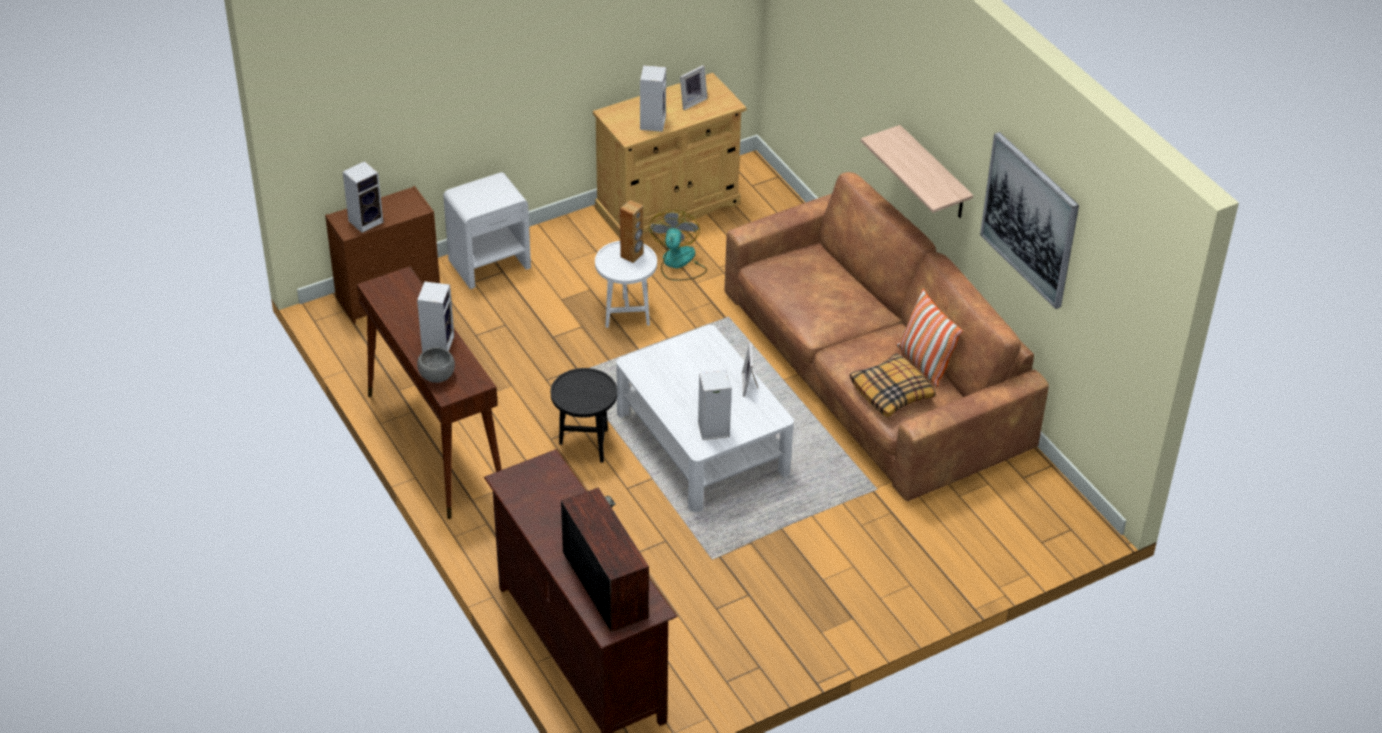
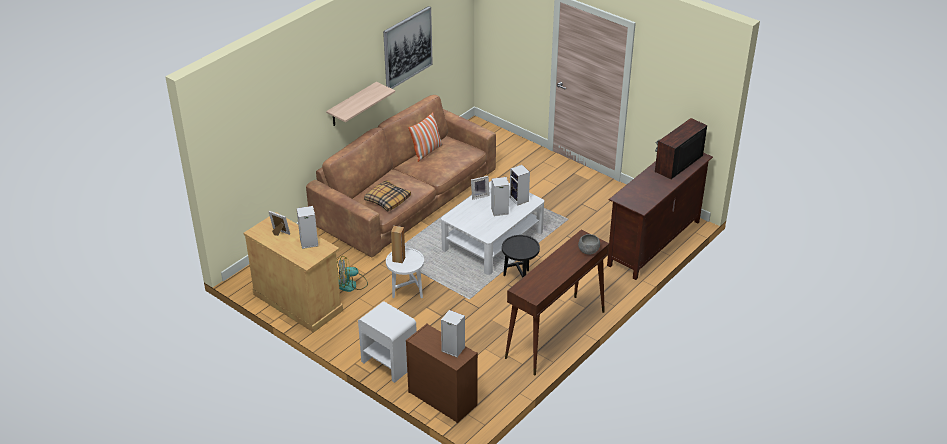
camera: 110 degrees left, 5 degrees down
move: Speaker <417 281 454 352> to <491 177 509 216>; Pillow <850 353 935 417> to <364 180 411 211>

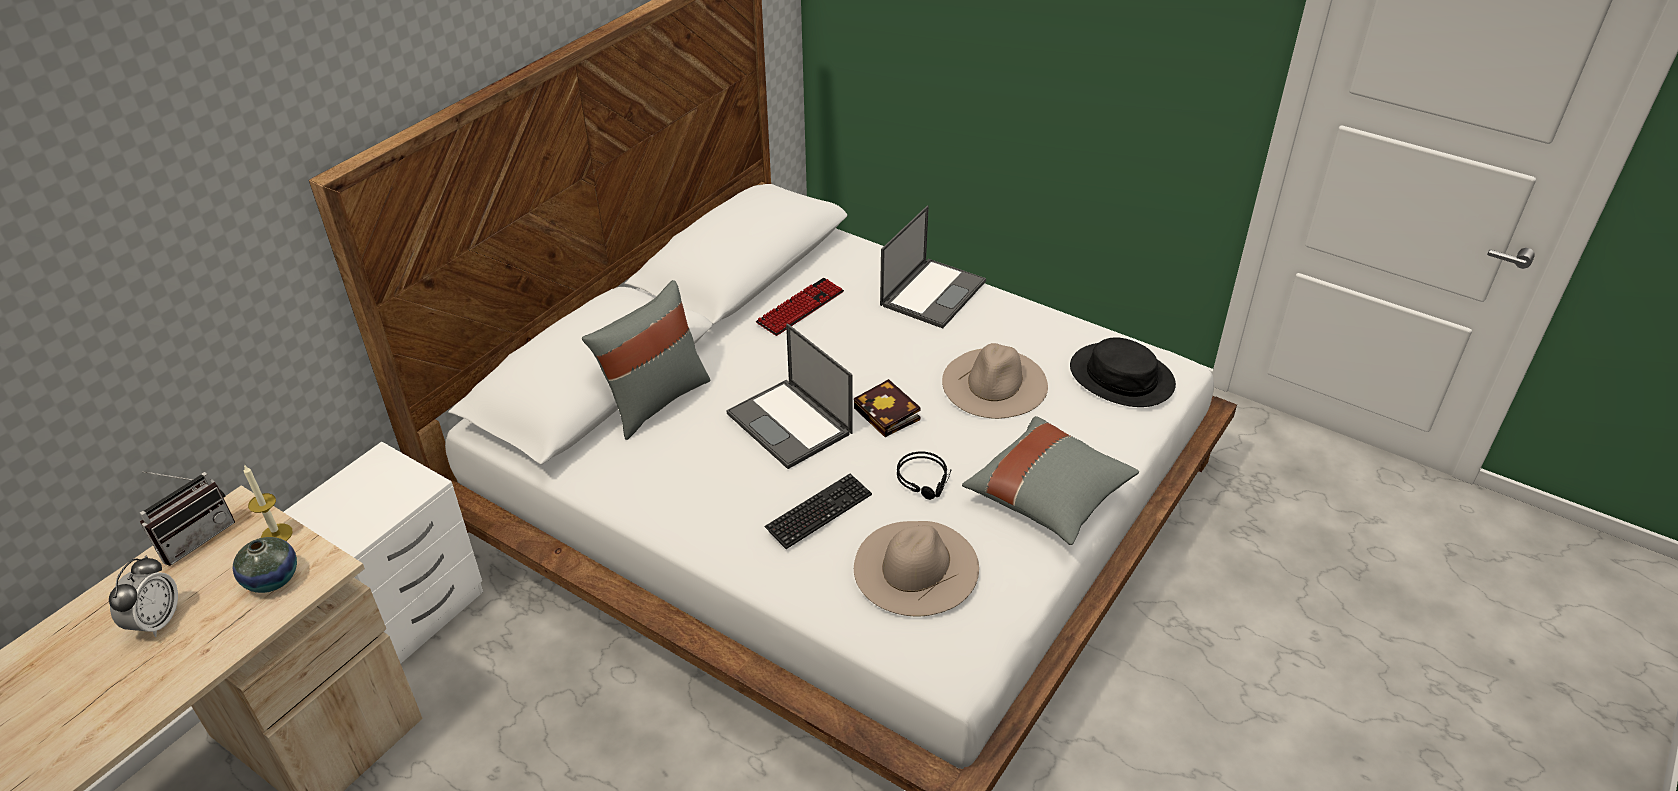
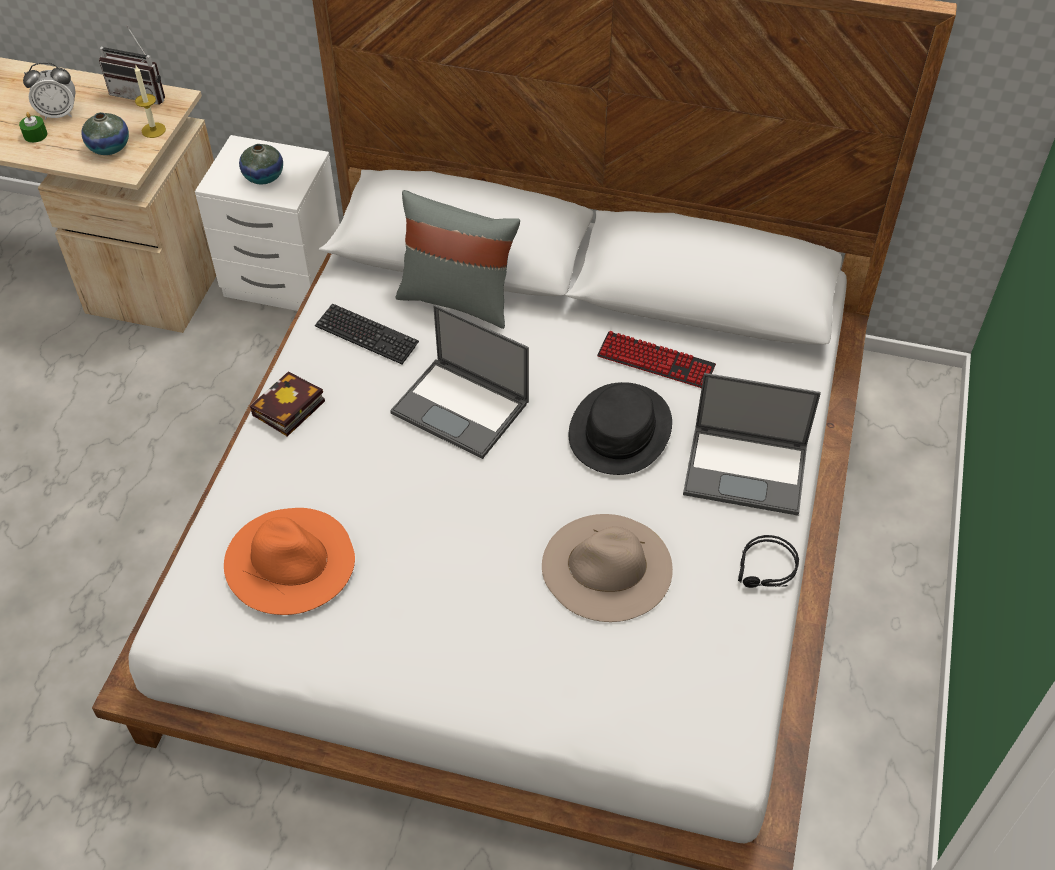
camera: 70 degrees right, 10 degrees up
delete: GreyPillow <962 416 1139 545>
insert: GreenCandle <19 112 47 143>; Vase <239 144 283 184>
move: Keyboard <764 474 872 549> to <315 303 419 364>; Book <854 379 921 437> to <250 372 325 437>; BlackHeadphones <897 451 952 500> to <738 535 799 588>; BlackHat <1070 337 1176 407> to <569 382 672 475>
recolor: BeigeHat <854 521 979 616> to OrangeHat <224 508 355 615>
rotate: Laptop <726 323 853 469> = <390 304 529 459> 90 degrees counterclockwise

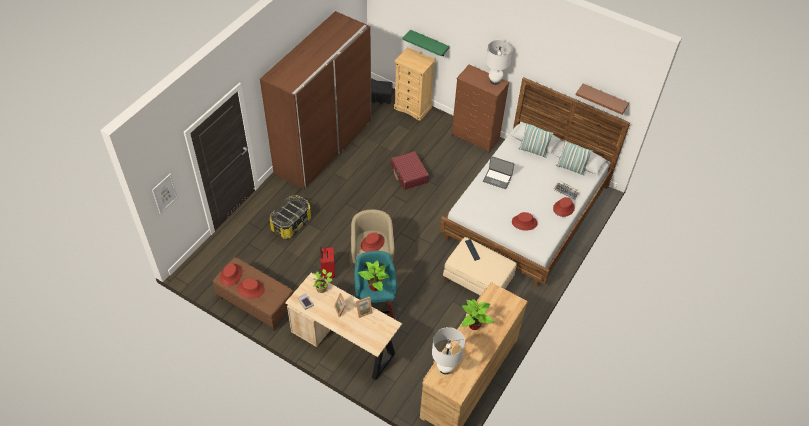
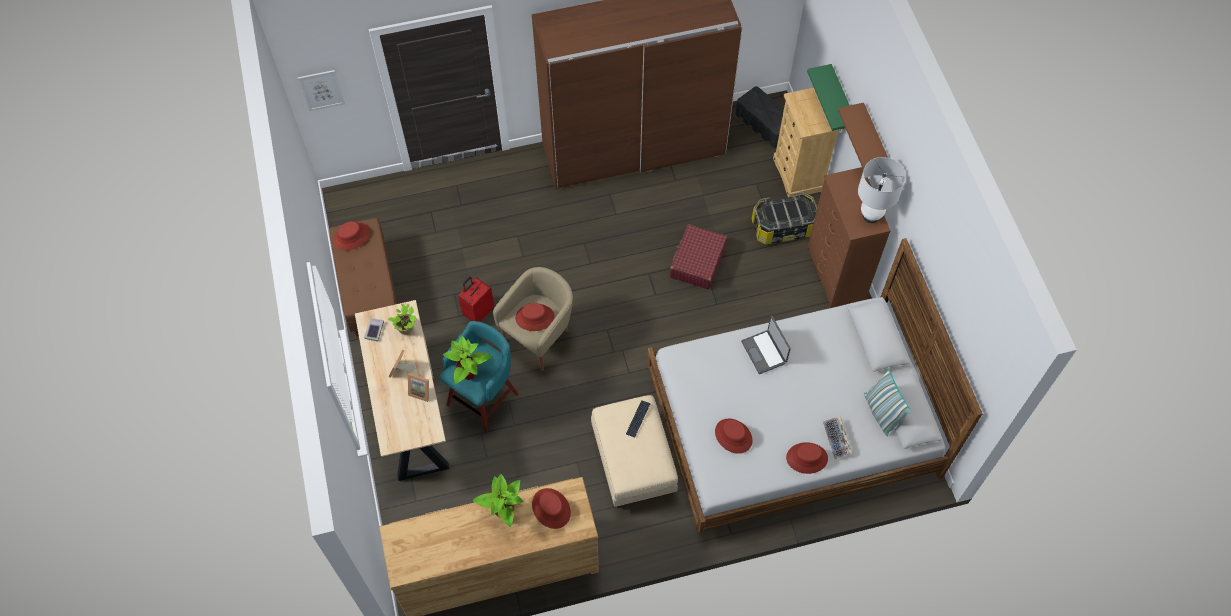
camera: 45 degrees right, 10 degrees up
delete: WhiteTableLamp <432 327 465 374>; Pillow <518 123 553 158>
move: RedHat <237 279 265 298> to <532 488 571 529>; StorageBox <270 195 311 239> to <751 192 817 245>; BrownShelf <575 84 629 115> to <838 103 888 170>

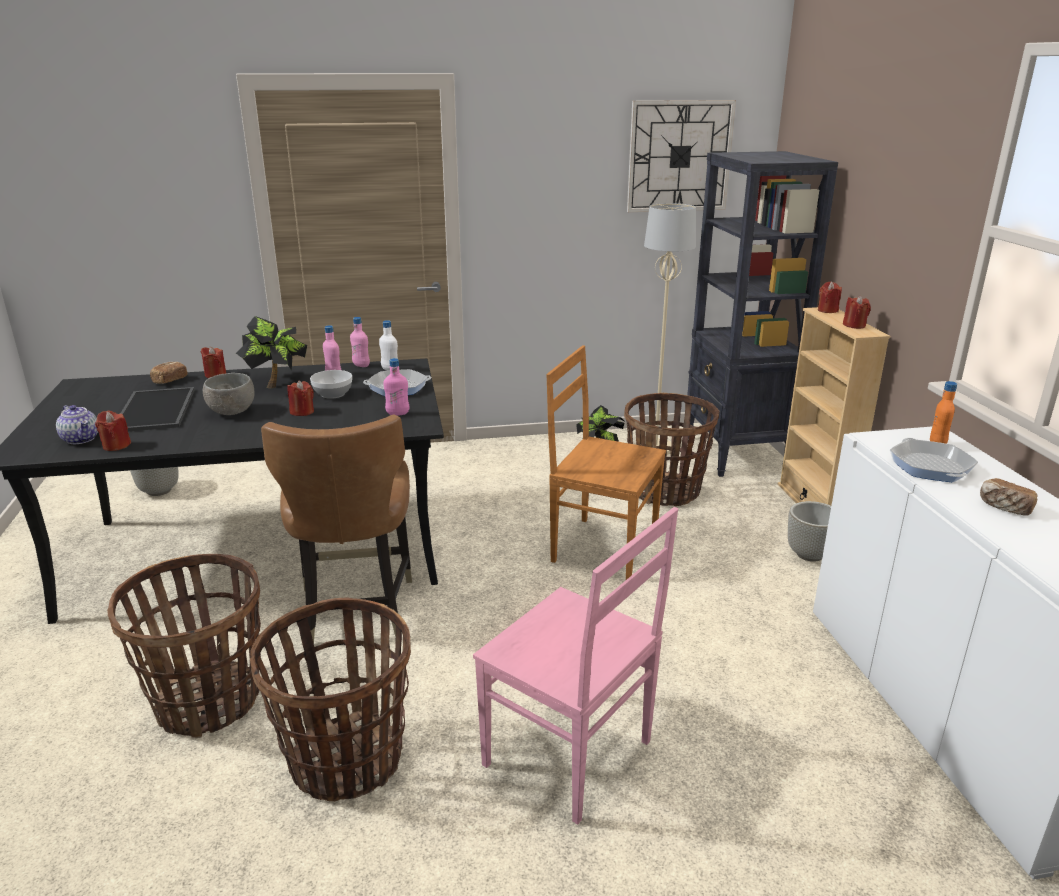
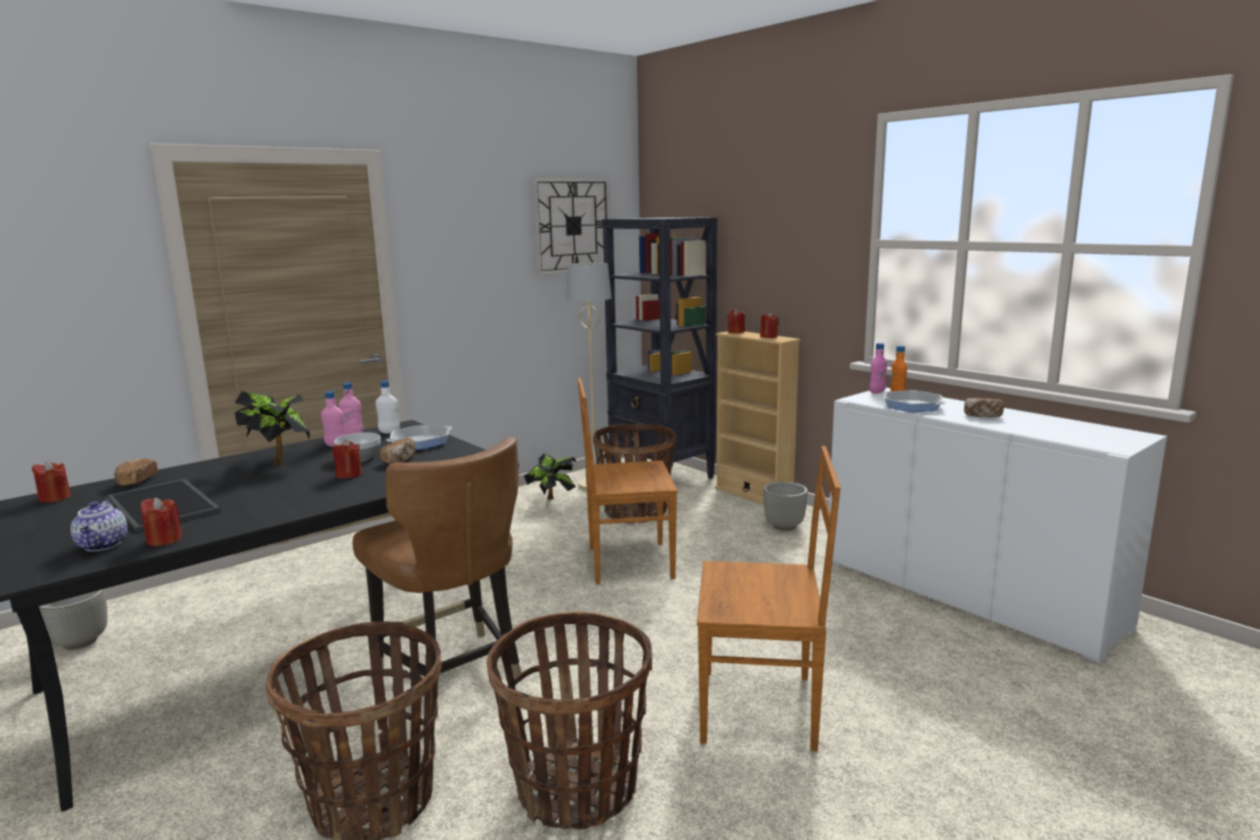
camera: 30 degrees left, 10 degrees down
delete: GreyBowl <202 373 254 415>
insert: Bread <380 438 416 464>
move: RedCandle <201 346 226 378> to <32 461 71 503>; PinkBottle <383 358 409 416> to <869 343 887 394>
recolor: PinkChair <473 507 678 825> to BrownChair <697 446 841 751>
rotate: Teapot <56 405 98 444> = <70 499 128 551> 60 degrees clockwise

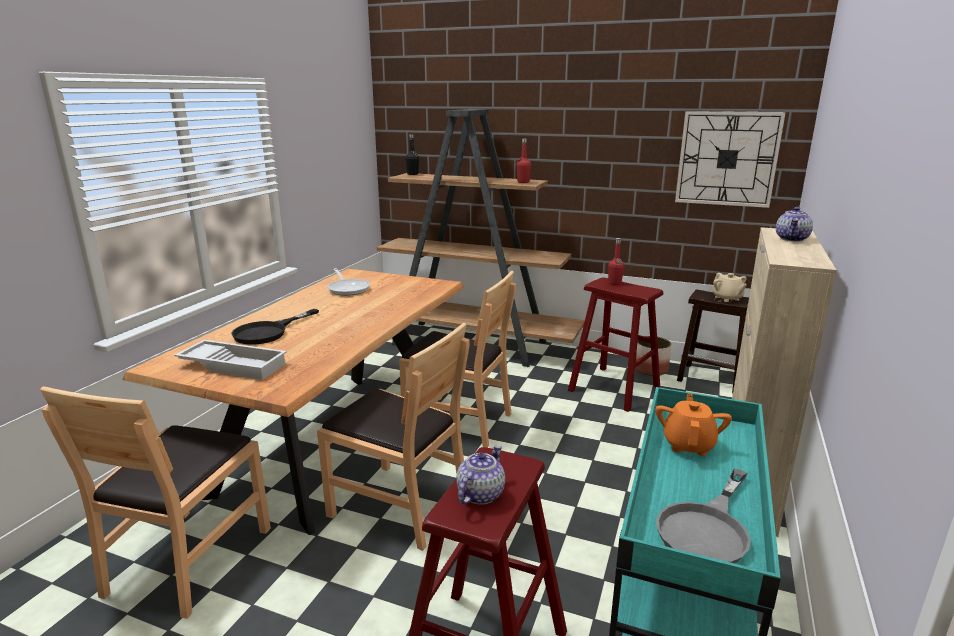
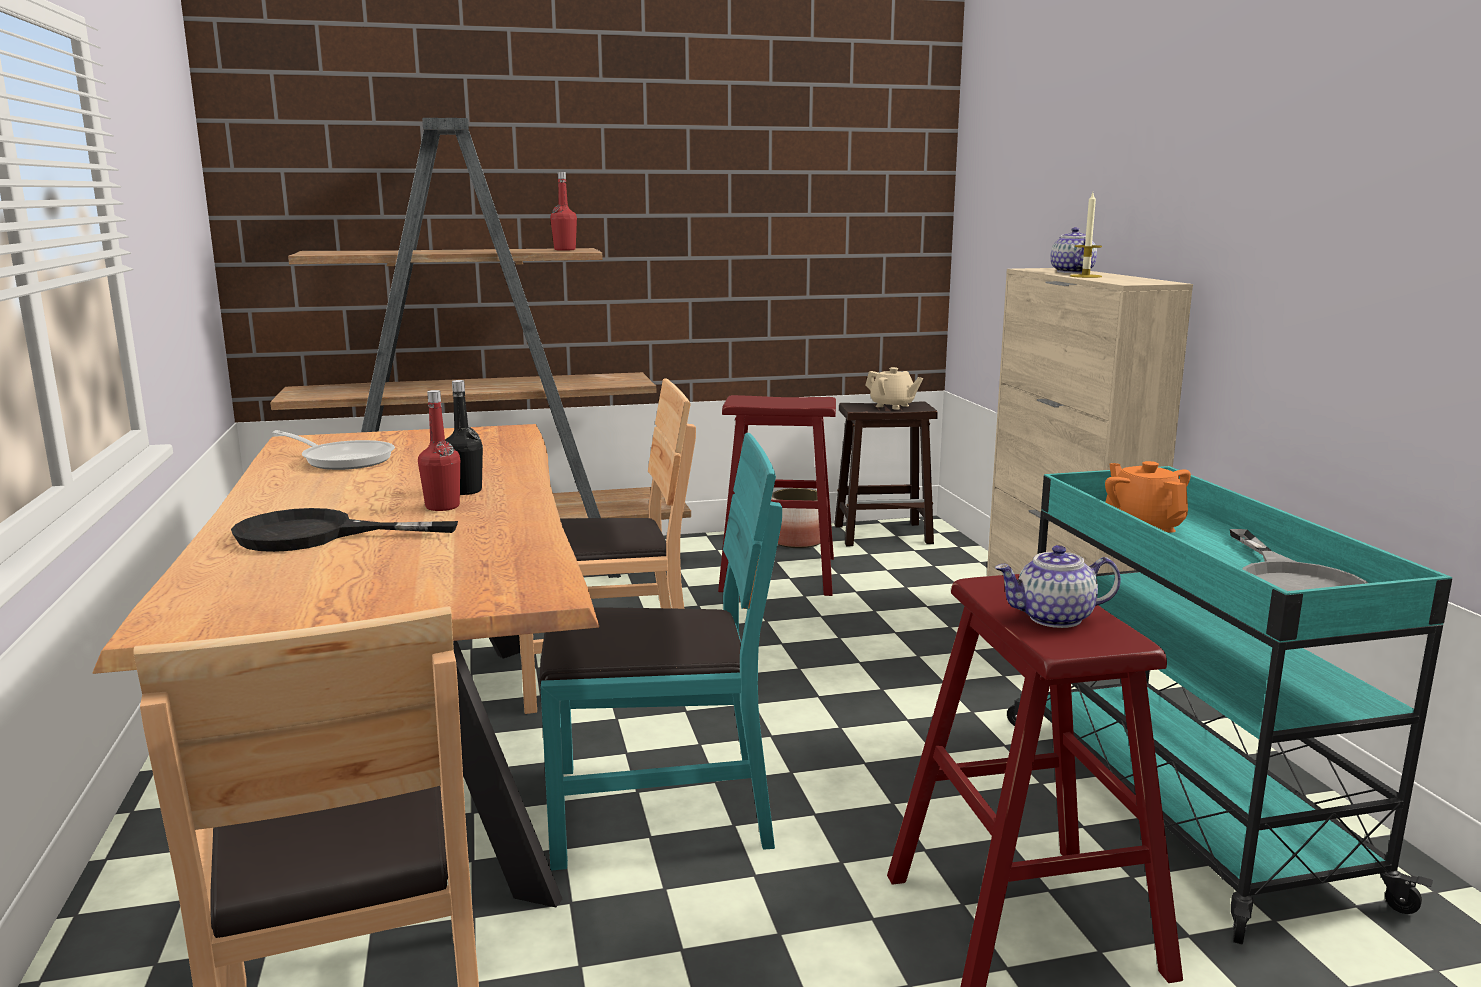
camera: 35 degrees left, 5 degrees down
delete: WhiteTray <175 340 287 380>; WallClock <675 111 786 208>
insert: Candle <1070 193 1102 278>
move: BlackBottle <405 134 419 175> to <445 380 483 495>; RedBottle <608 238 624 285> to <418 390 460 511>
recolor: BrownChair <317 323 470 551> to TurquoiseChair <539 433 782 871>
rotate: BlackFryingPan <231 309 319 345> = <231 508 458 552> 90 degrees clockwise; Teapot <456 445 505 505> = <995 545 1121 628> 90 degrees counterclockwise

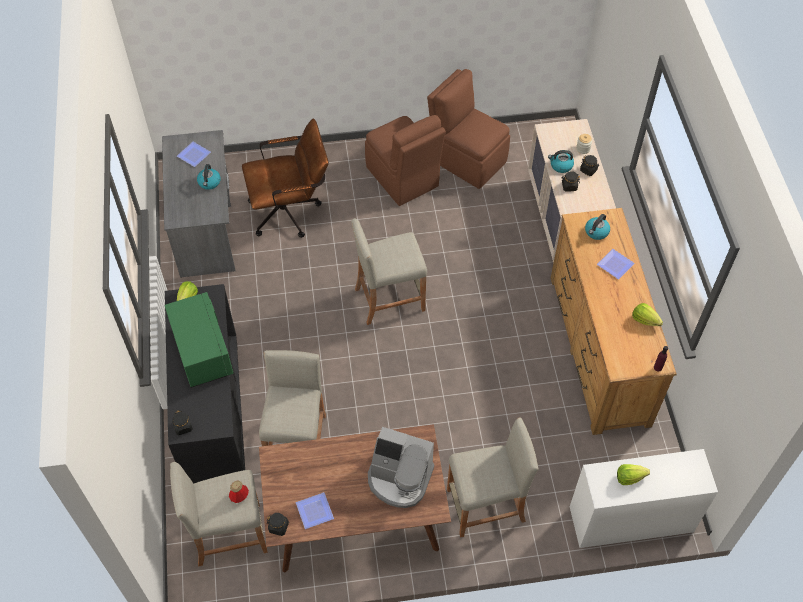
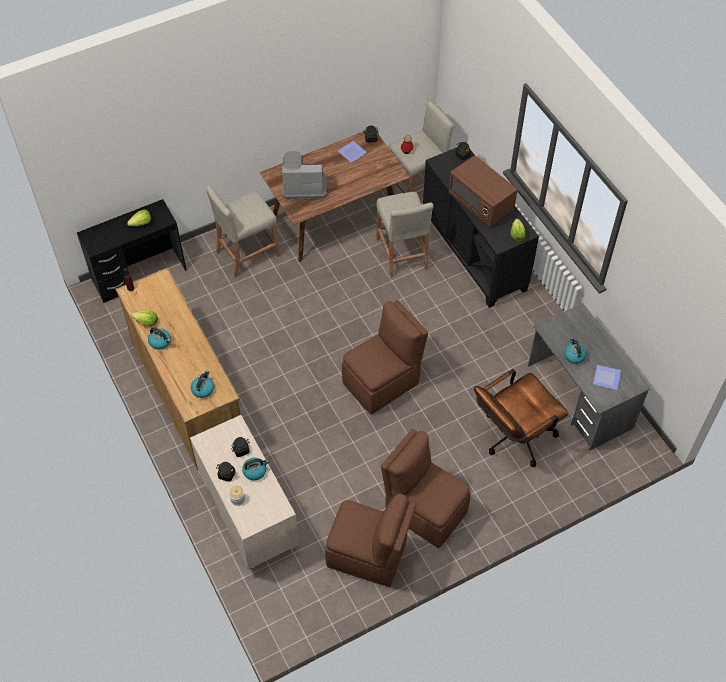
camera: 160 degrees right, 0 degrees up
delete: Plate <597 249 635 279>
insert: Kettle <148 327 171 350>
replace: BeigeStool <351 218 427 325> to BrownChair <342 300 428 415>
recolor: GreenMicrowave <165 292 233 388> to BrownMicrowave <449 155 518 227>; WhiteDesk <570 449 718 548> to BlackDesk <77 199 187 303>

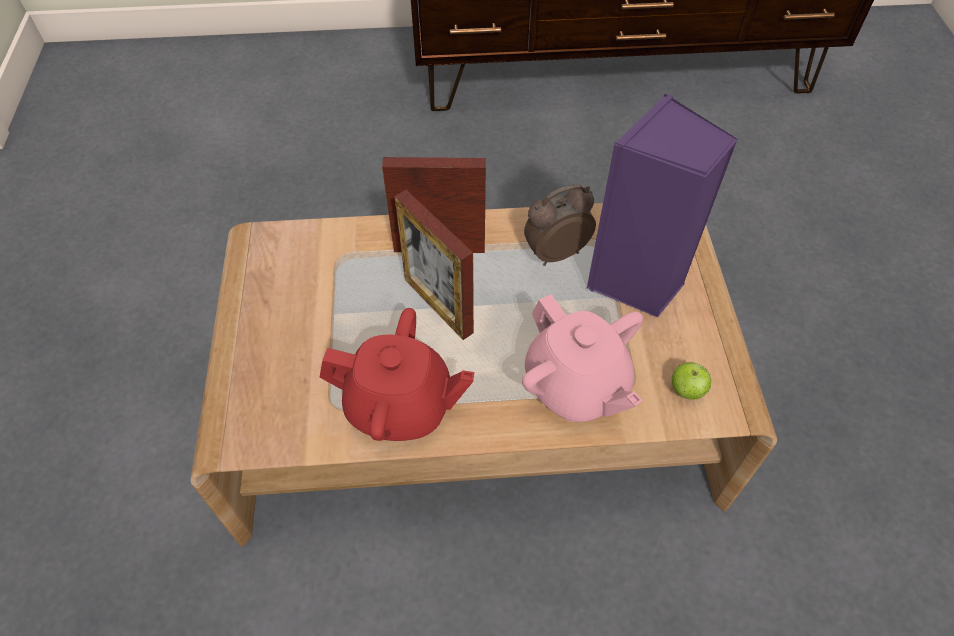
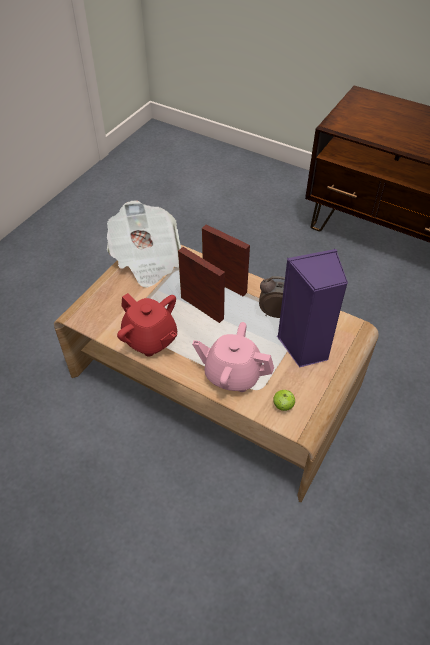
camera: 35 degrees right, 5 degrees down
insert: Newspaper <107 200 181 288>
rotate: PictureFrame <394 190 474 340> = <178 247 225 323> 135 degrees clockwise; PinkTeapot <522 294 643 422> = <192 322 274 392> 105 degrees clockwise

